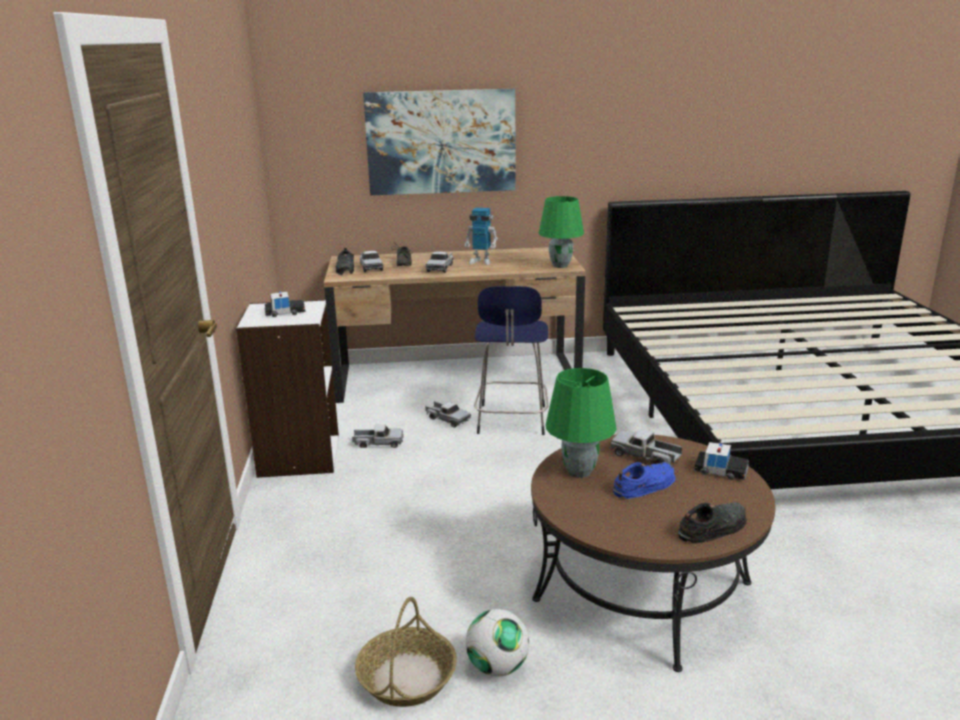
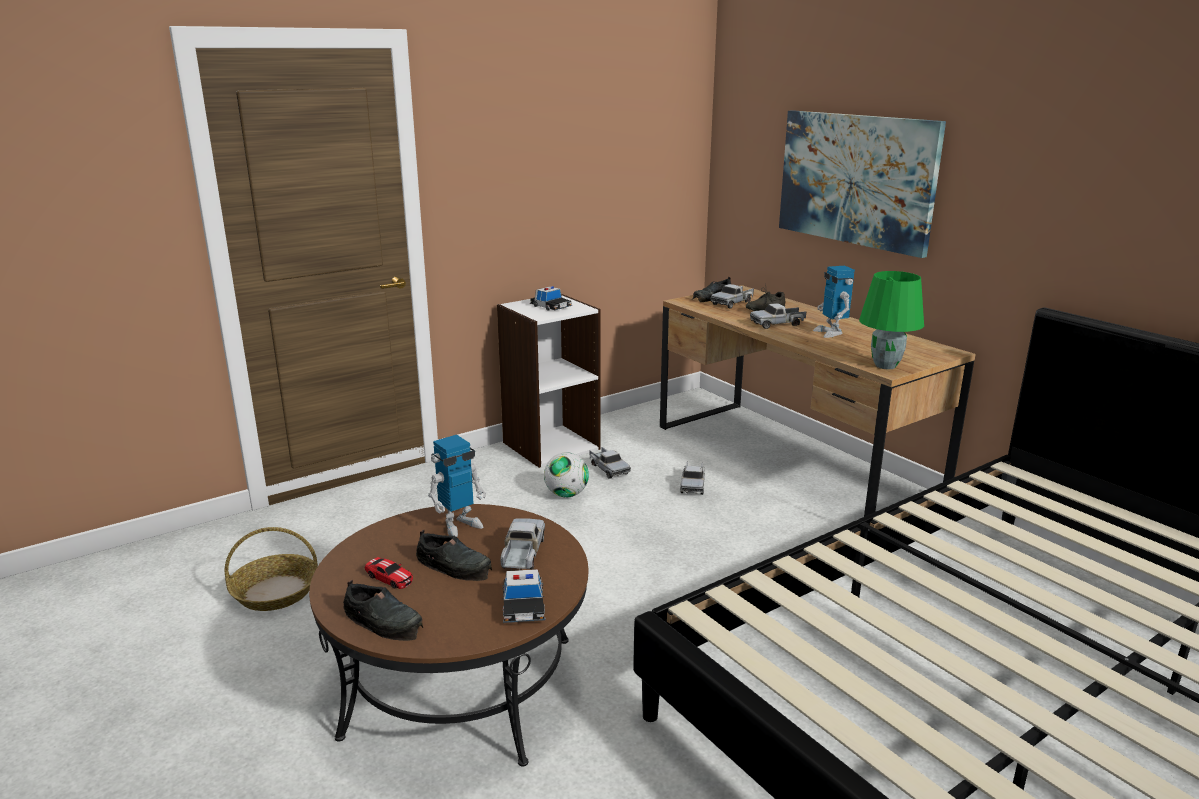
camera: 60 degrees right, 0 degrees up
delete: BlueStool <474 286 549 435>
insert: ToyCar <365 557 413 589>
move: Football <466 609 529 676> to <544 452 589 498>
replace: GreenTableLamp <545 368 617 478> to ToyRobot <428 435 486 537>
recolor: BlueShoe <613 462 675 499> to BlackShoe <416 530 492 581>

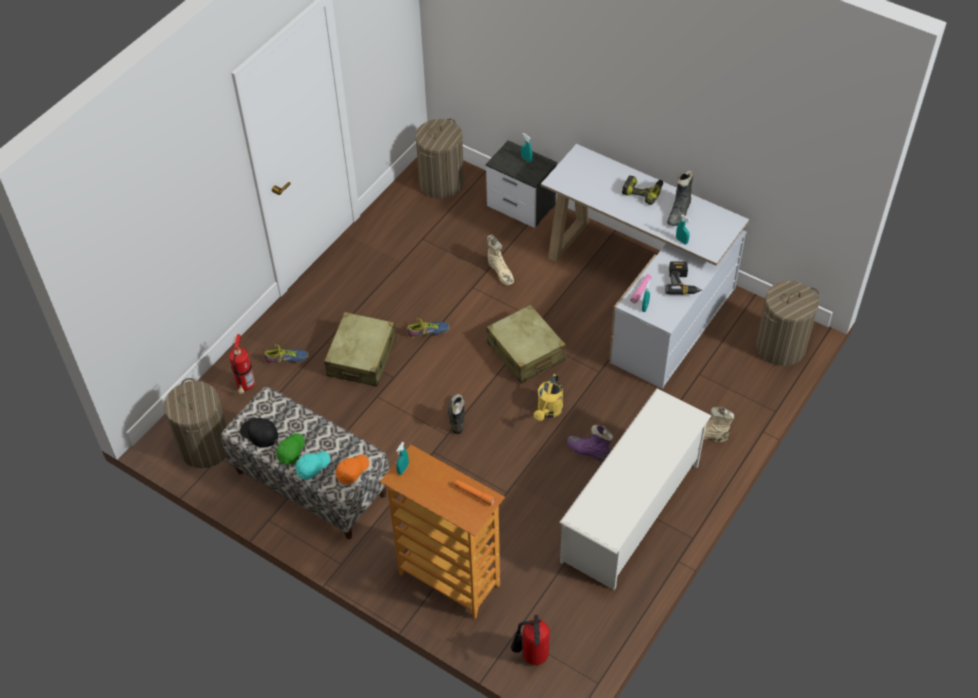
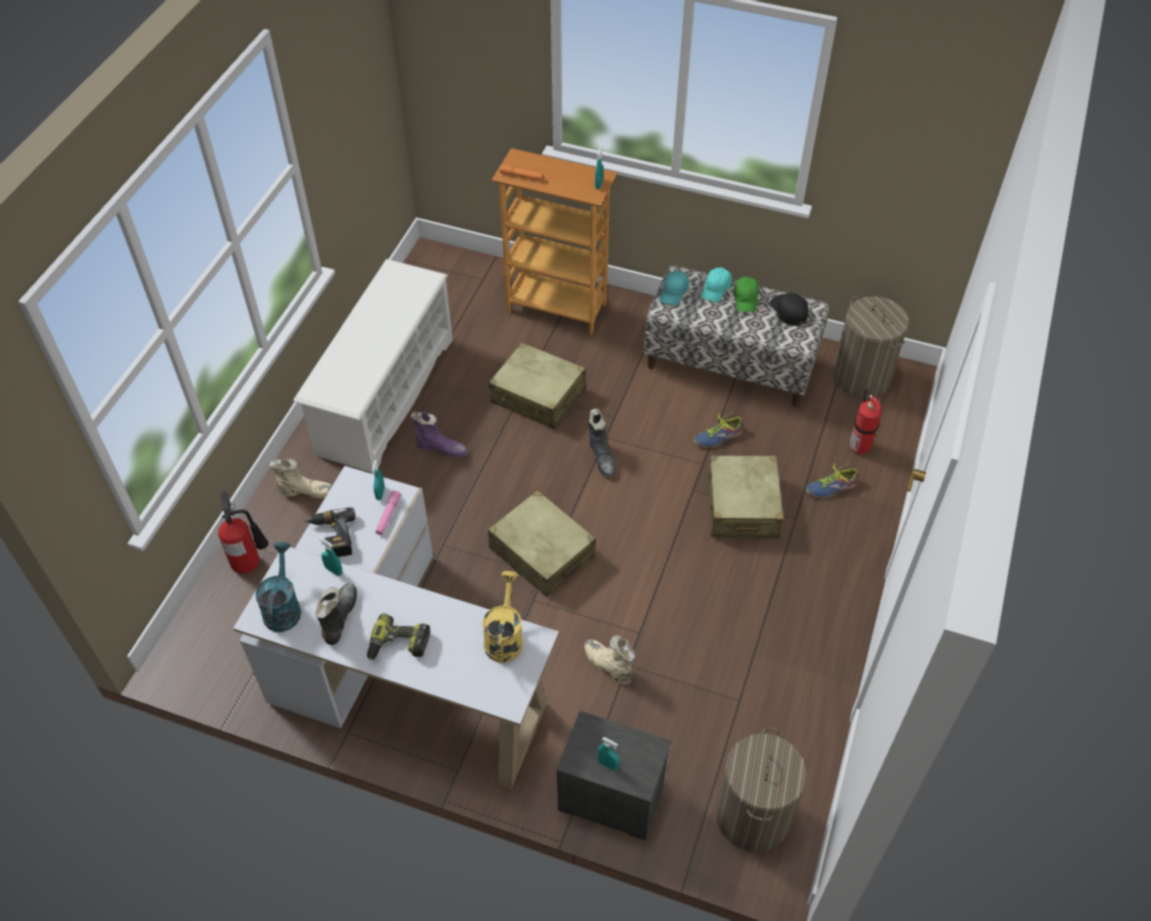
camera: 165 degrees right, 0 degrees up
delete: LaundryBasket <756 281 819 366>
insert: TurquoiseWateringCan <255 542 301 632>; BeigeSuitcase <489 342 586 429>
move: Shoe <406 318 450 338> to <694 411 743 448>; FireExtinguisher <511 615 550 665> to <218 490 269 574>; YellowWateringCan <534 374 563 421> to <482 571 523 663>
recolor: OrangeCap <336 455 369 485> to TurquoiseCap <660 270 689 306>
rotate: BlackCap <240 418 278 447> = <770 293 808 326> 135 degrees counterclockwise

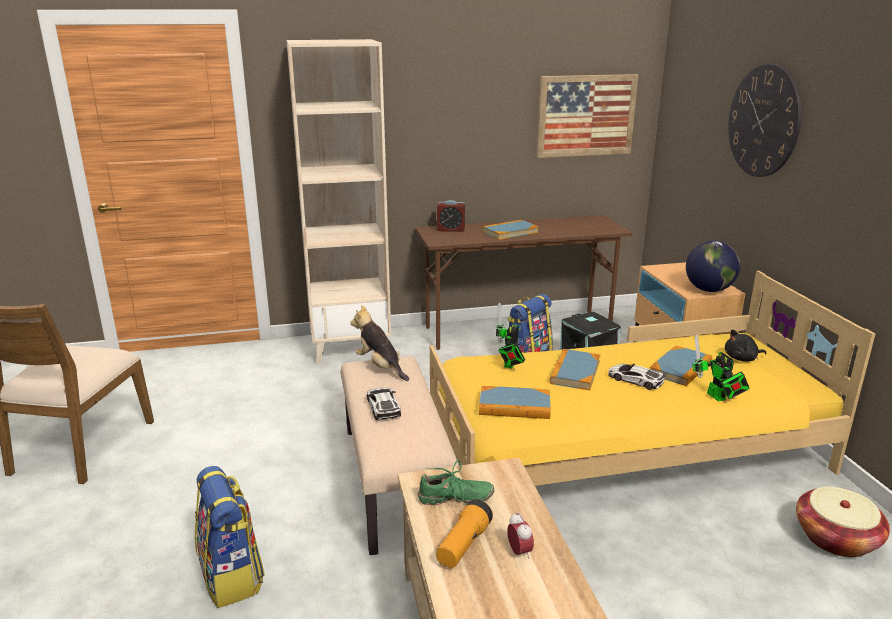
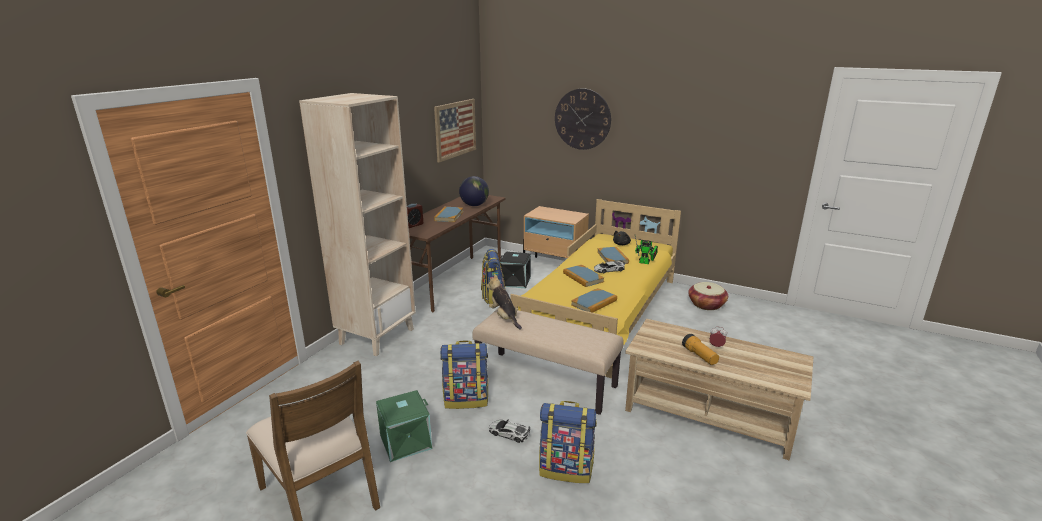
camera: 50 degrees left, 0 degrees up
delete: GreenShoe <418 460 494 505>; ToyRobot <496 302 525 369>
insert: GreenStorageBox <376 390 432 462>; Backpack <440 340 488 409>
move: ToyCar <367 388 401 421> to <489 419 530 443>; Globe <686 241 740 292> to <459 176 489 206>
rotate: PlushToy <350 305 409 381> = <486 274 522 329> 60 degrees clockwise

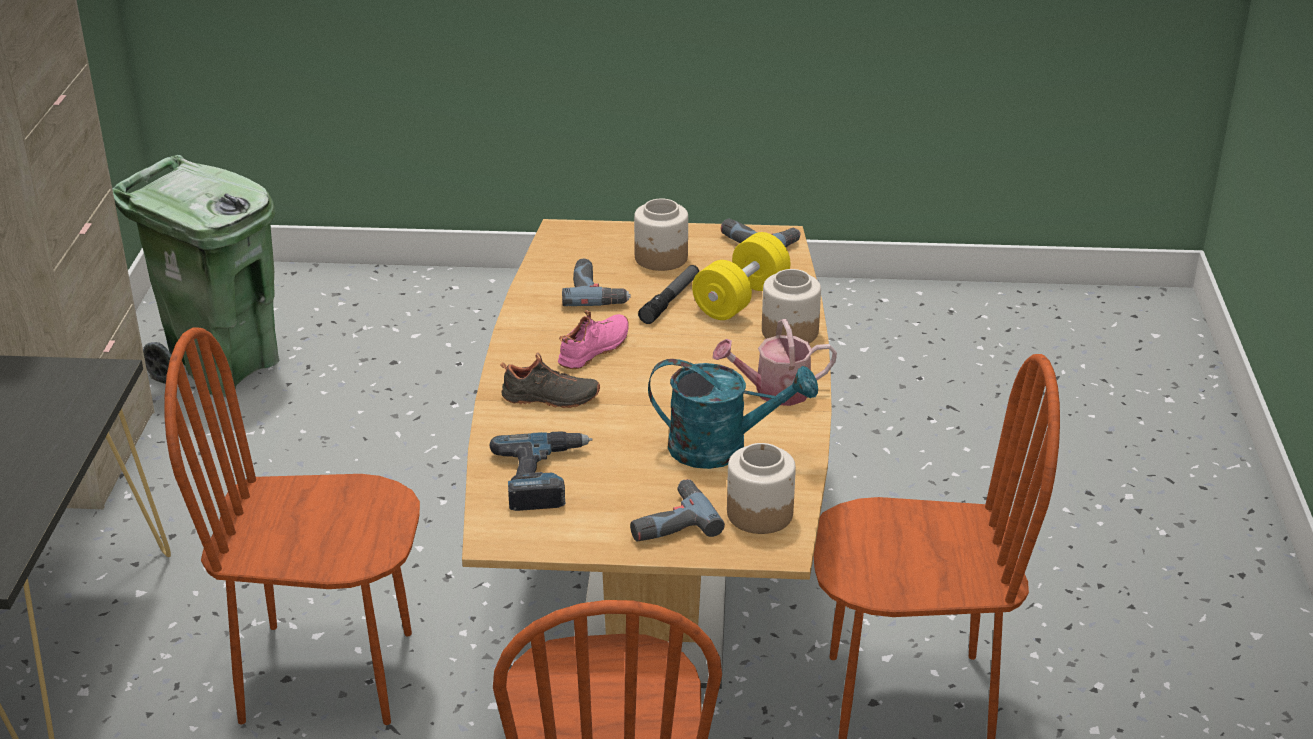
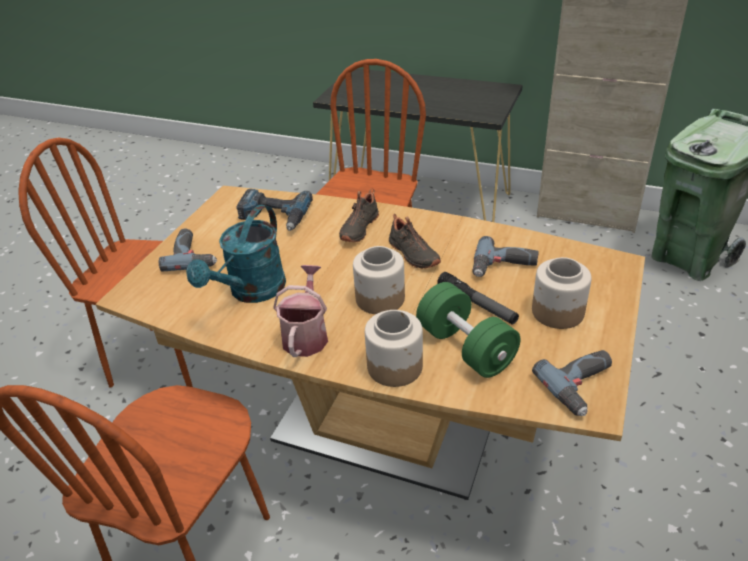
camera: 110 degrees right, 5 degrees up
move: Jar <727 443 796 534> to <353 246 405 314>
recolor: PinkShoe <558 310 629 369> to BlackShoe <389 214 441 269>; YellowDumbbell <692 232 790 320> to GreenDumbbell <416 282 520 378>

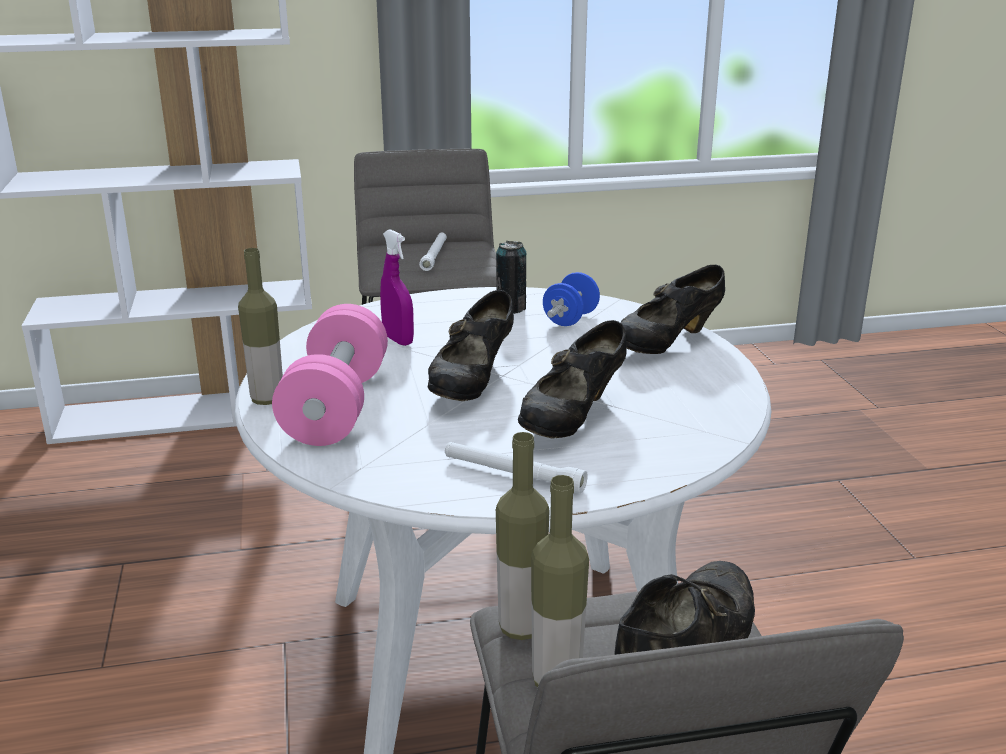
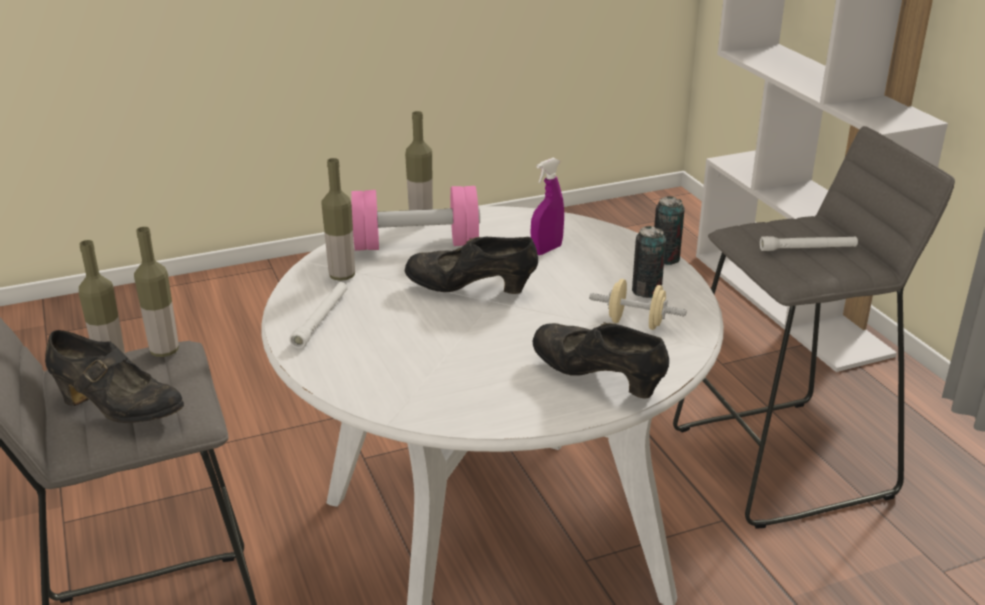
camera: 80 degrees right, 5 degrees up
delete: BlackShoe <518 320 627 439>
insert: Bottle <321 158 355 281>; Can <654 196 685 265>
recolor: BlueDumbbell <543 272 600 326> to BeigeDumbbell <589 279 686 330>

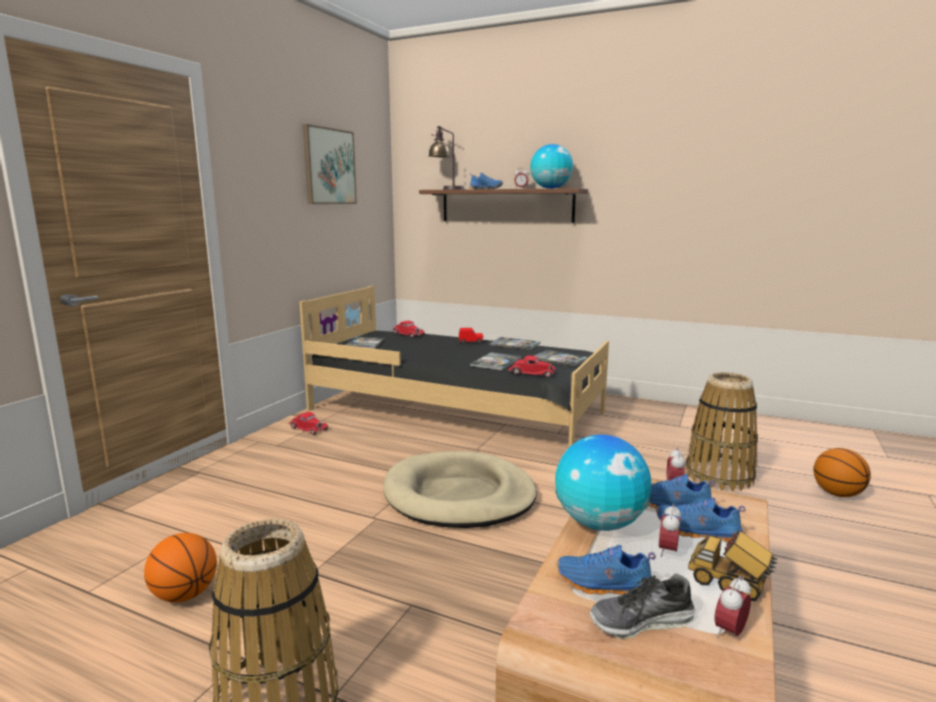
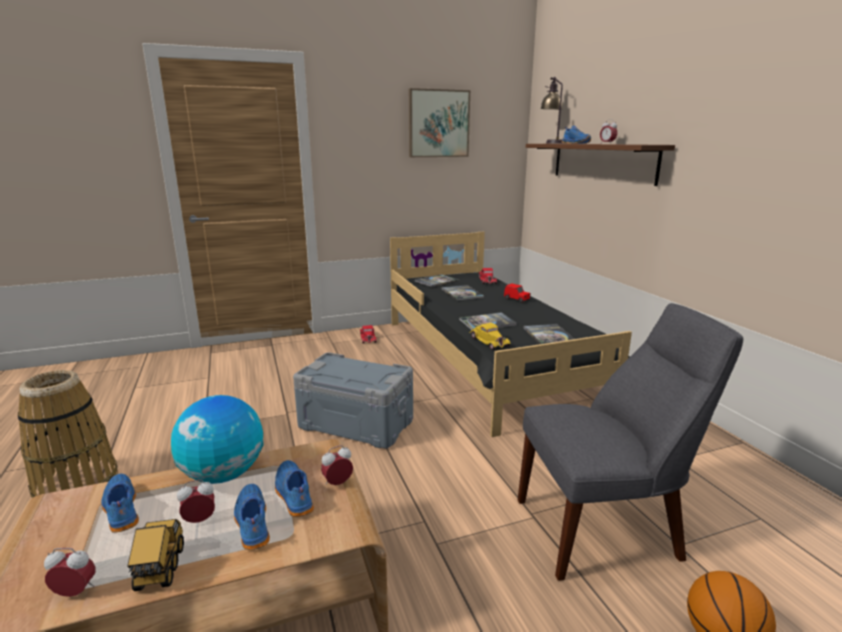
camera: 45 degrees right, 5 degrees up
delete: Basketball <144 533 217 602>; Globe <530 144 573 189>; Shoe <590 574 695 639>
move: Book <490 337 540 350> to <442 285 484 301>
replace: BeigeDogBed <383 451 537 528> to GreyStorageBox <293 352 413 448>; Basket <686 372 758 491> to GreyChair <518 303 743 581>
recolor: RedToyCar <509 355 556 378> to YellowToyCar <470 323 511 350>

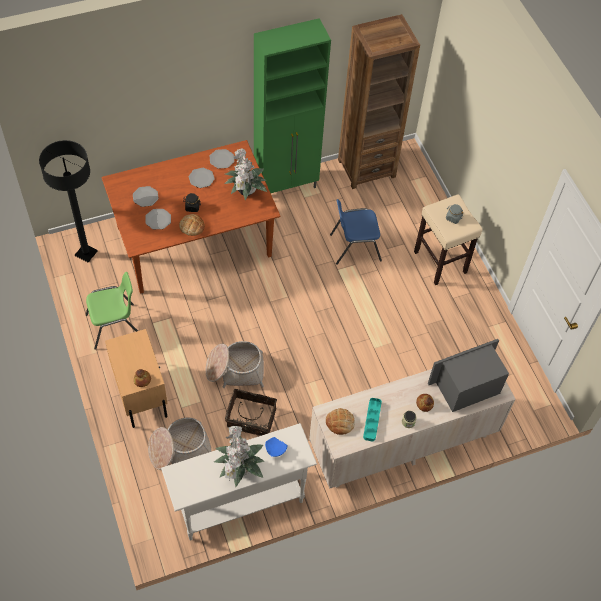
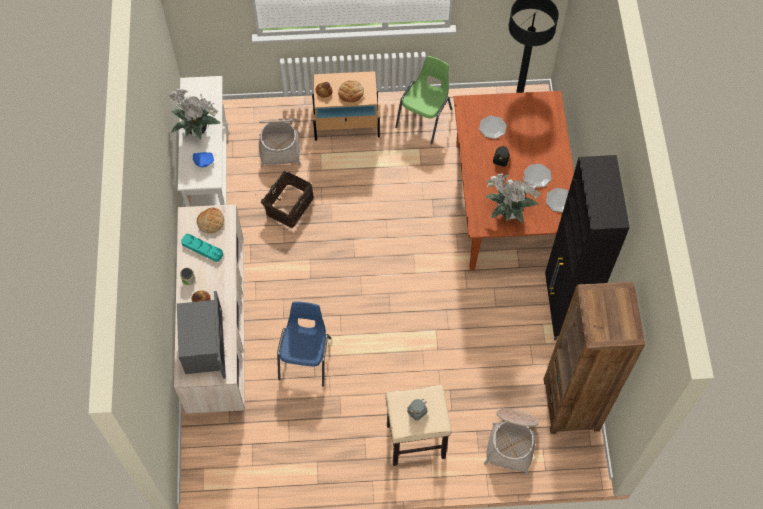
camera: 110 degrees right, 5 degrees up
delete: Plate <133 186 159 207>
move: Bread <179 214 205 236> to <338 80 364 102>; Basket <206 341 264 388> to <484 409 539 476>; BlueChair <330 199 382 265> to <277 301 331 386>
recolor: GreenCabinet <254 18 331 193> to BlackCabinet <545 155 630 340>
rotate: GreenChair <86 272 138 350> = <395 56 452 144> 150 degrees counterclockwise

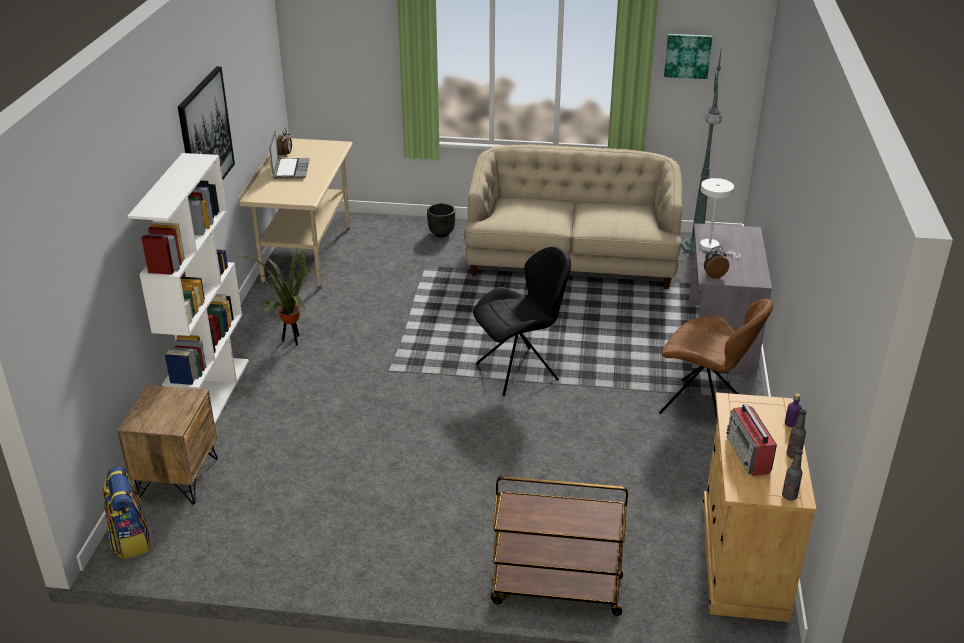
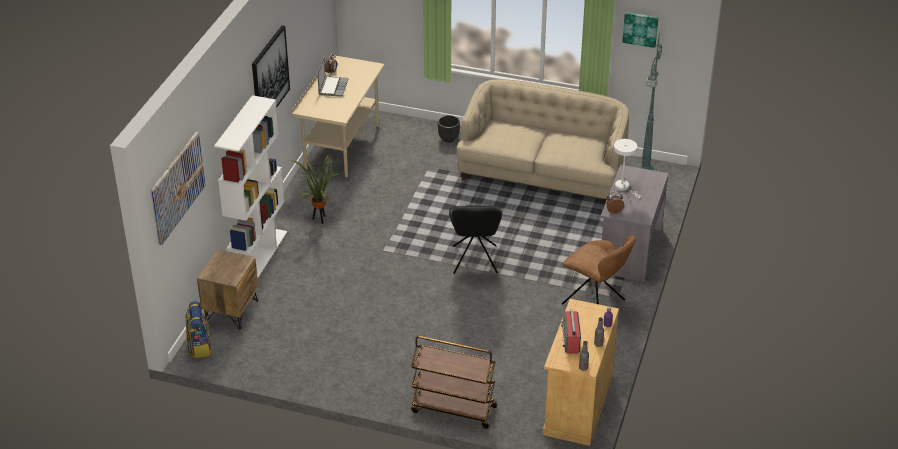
camera: 10 degrees right, 5 degrees up
insert: Picture <150 132 206 245>
rotate: BlackChair <473 246 571 396> = <449 205 502 274> 105 degrees clockwise

